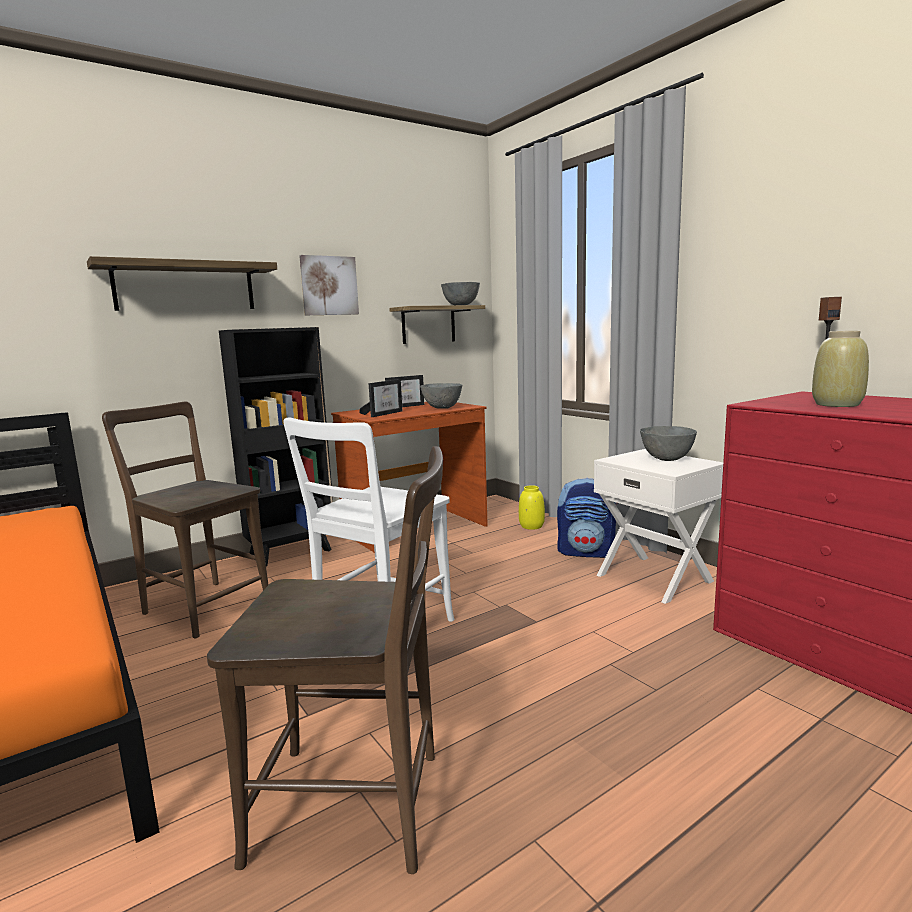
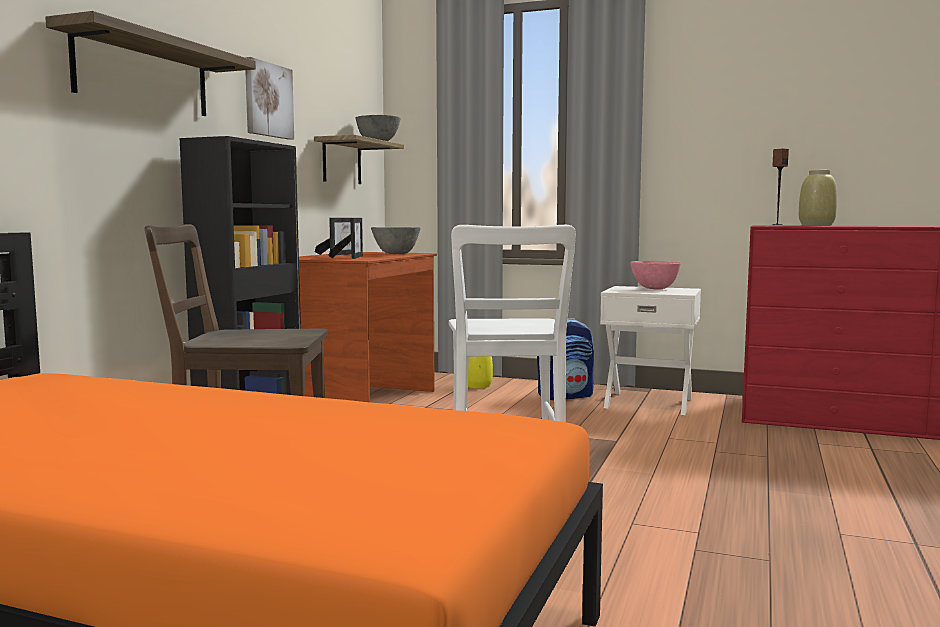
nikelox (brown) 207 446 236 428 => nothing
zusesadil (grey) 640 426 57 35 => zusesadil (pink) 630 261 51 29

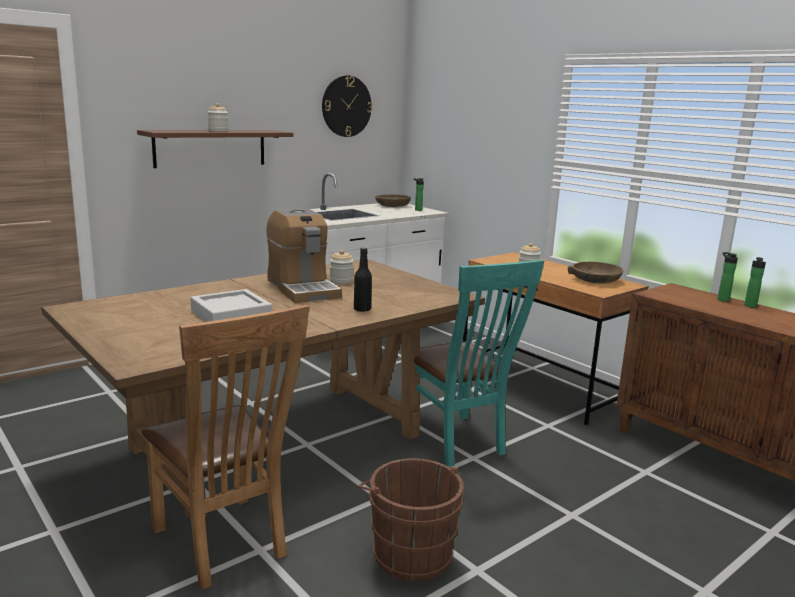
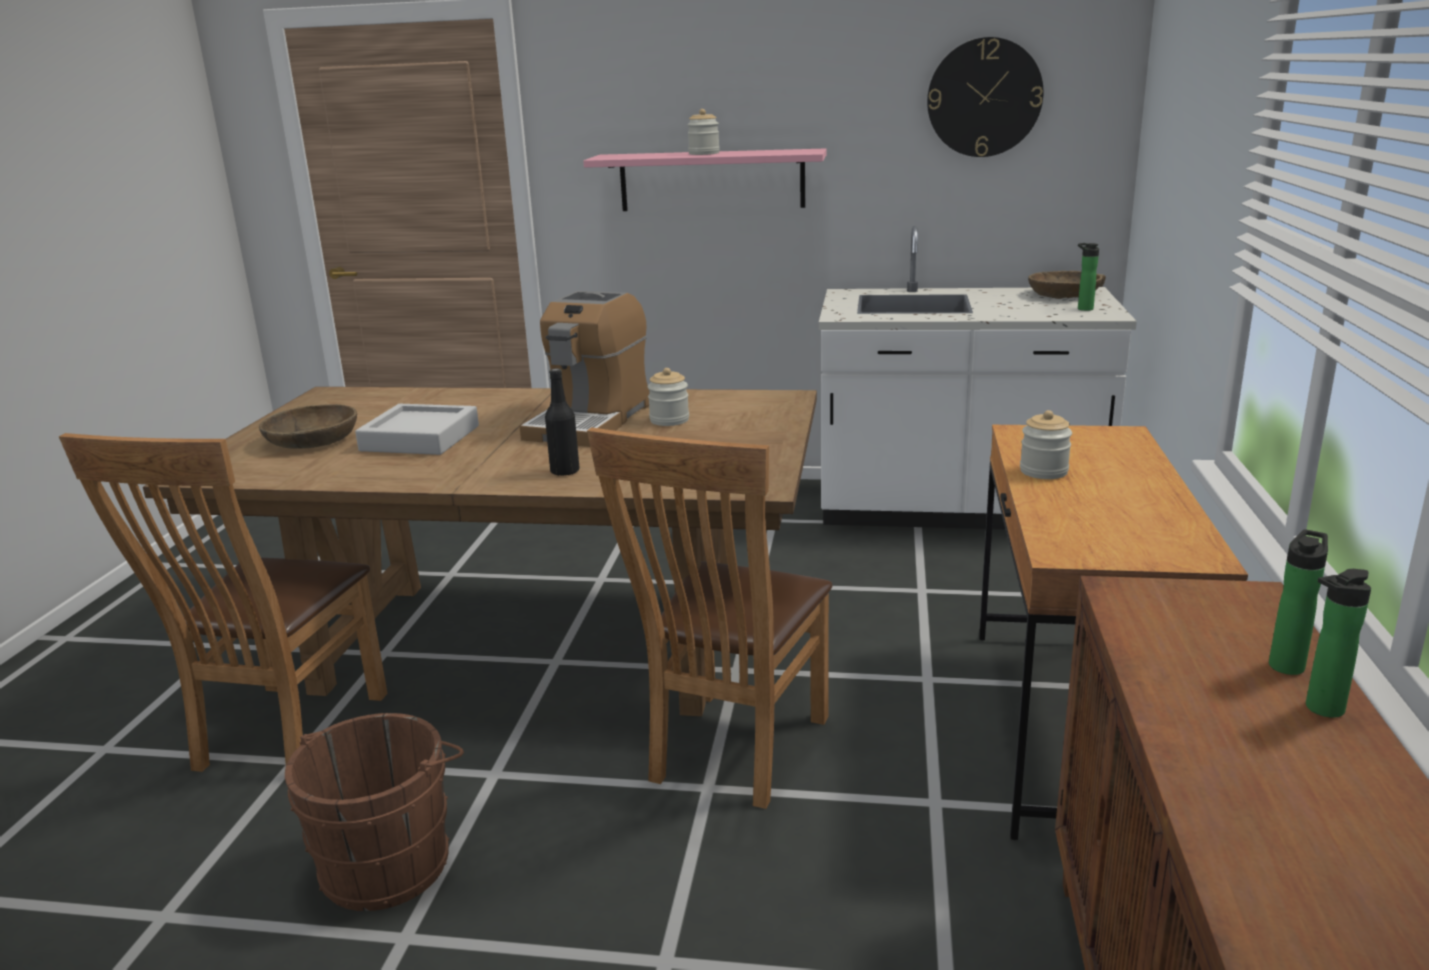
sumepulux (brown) 137 130 157 38 => sumepulux (pink) 583 148 243 63
nikelox (turquoise) 414 260 130 207 => nikelox (brown) 587 427 245 382
zusesadil (brown) 568 262 55 22 => zusesadil (brown) 259 404 98 45, moved

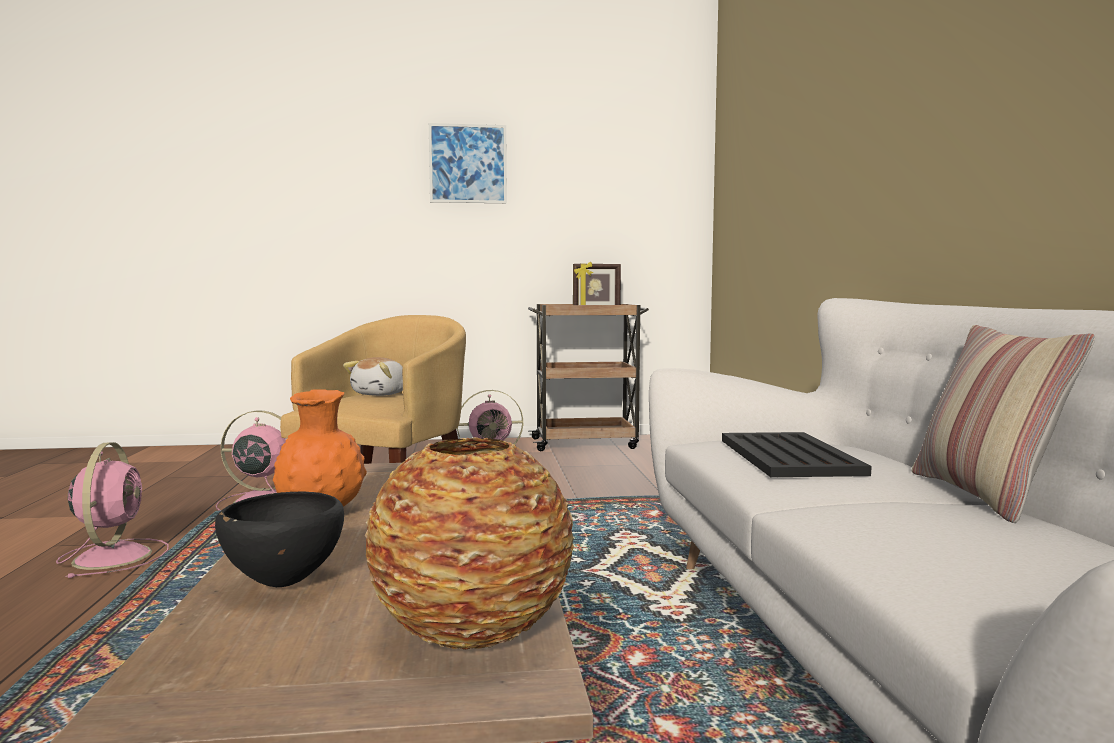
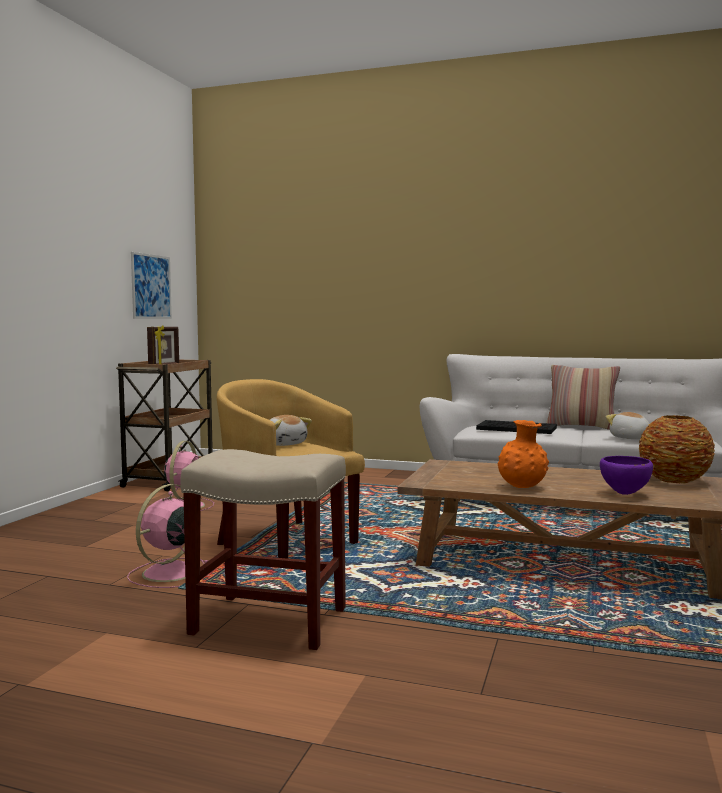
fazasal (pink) 56 442 112 136 => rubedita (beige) 181 449 165 201
zusesadil (black) 215 491 129 96 => zusesadil (purple) 600 456 53 39
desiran 429 123 78 80 => desiran 131 252 41 67, moved
nothing => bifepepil 606 412 44 27

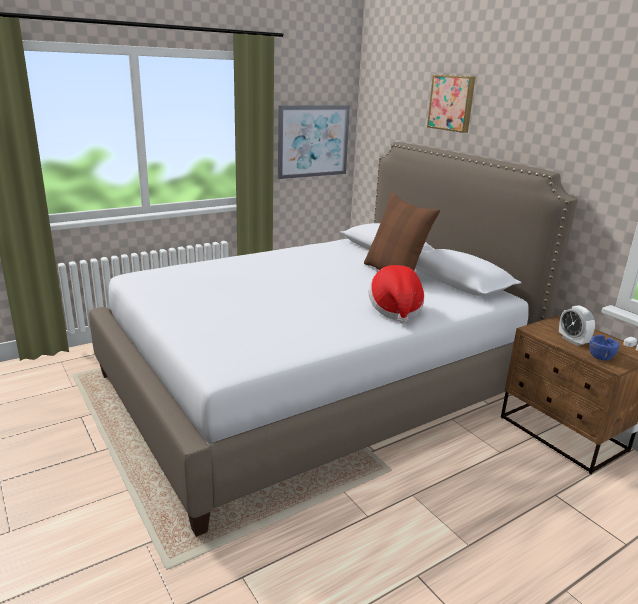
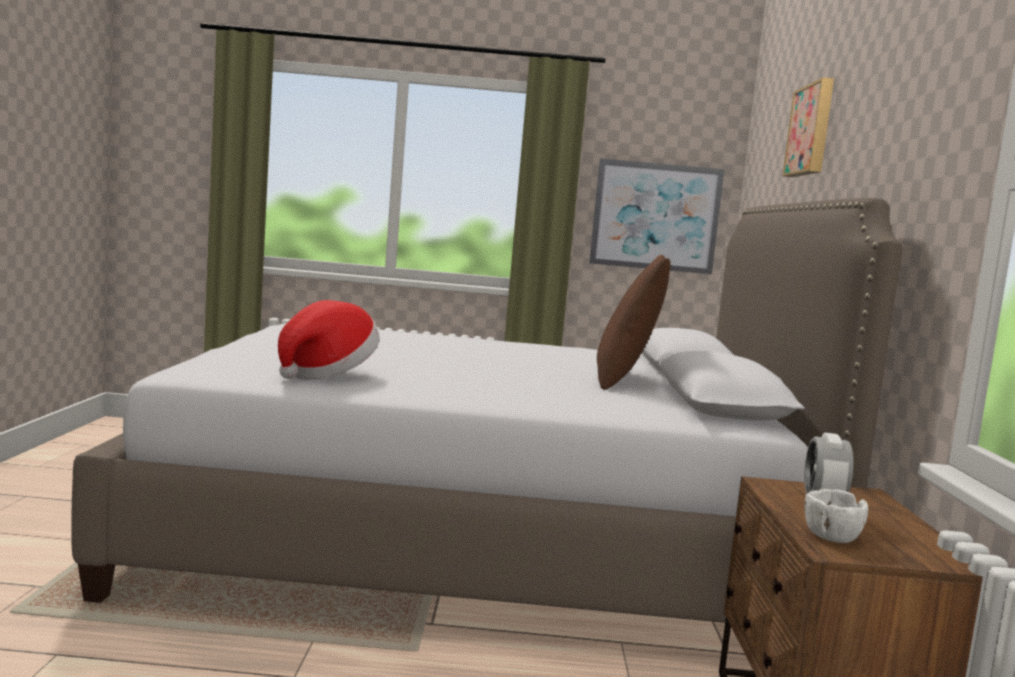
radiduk 369 265 55 59 => radiduk 278 300 102 79, moved
zusesadil (blue) 589 335 30 25 => zusesadil (white) 804 489 64 54

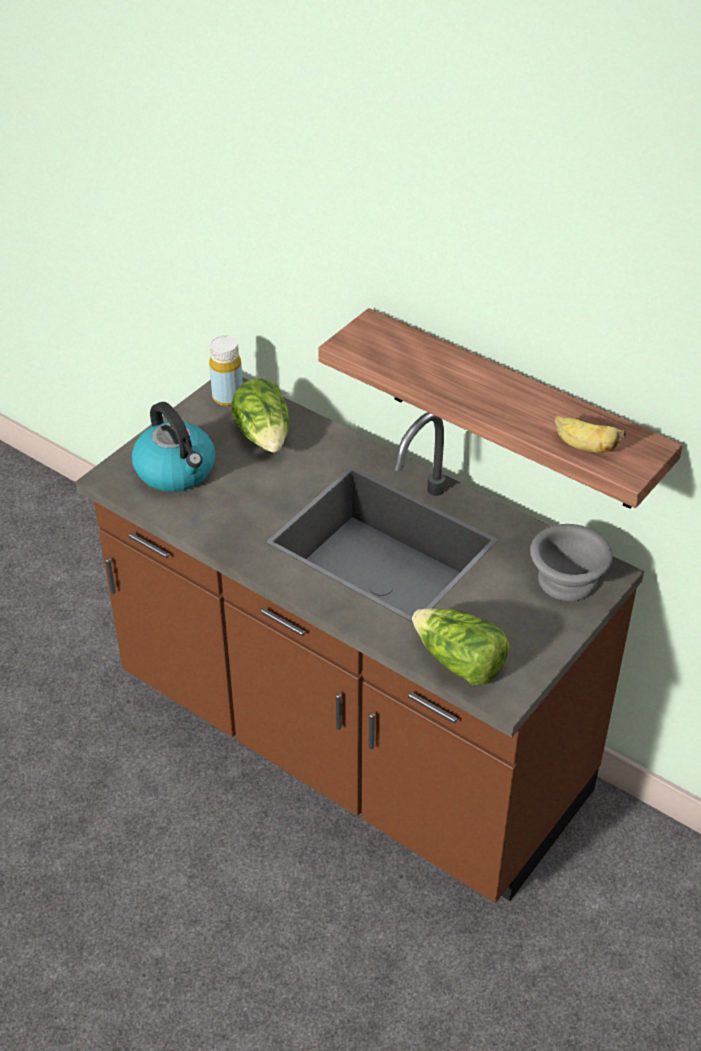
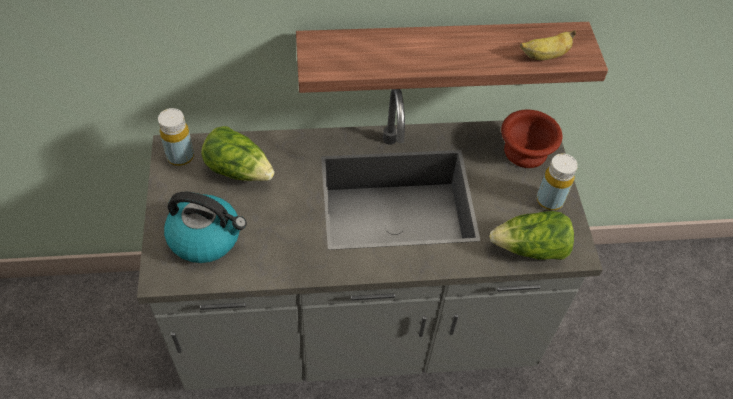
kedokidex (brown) 76 377 568 526 => kedokidex (grey) 137 89 466 301
zusesadil (grey) 531 524 82 77 => zusesadil (brown) 501 110 62 58
nothing => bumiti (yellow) 537 154 41 56

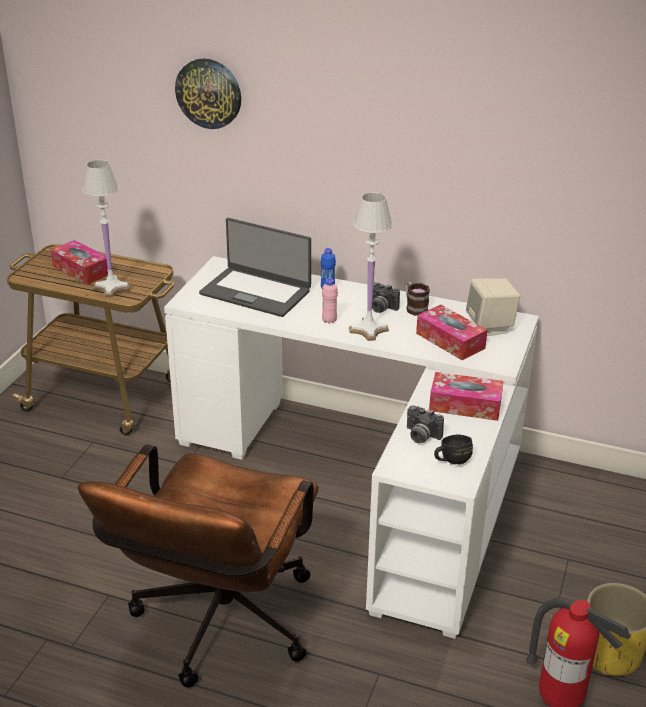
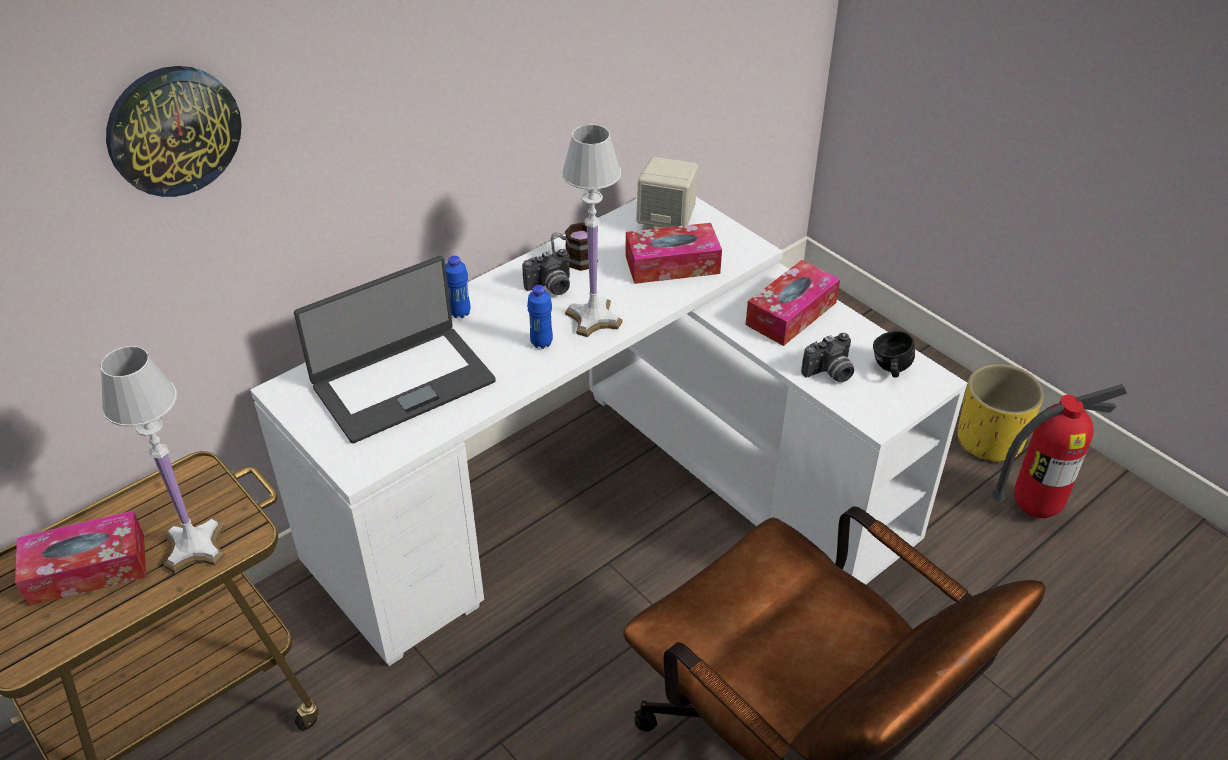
bumiti (pink) 322 278 16 46 => bumiti (blue) 527 285 26 64

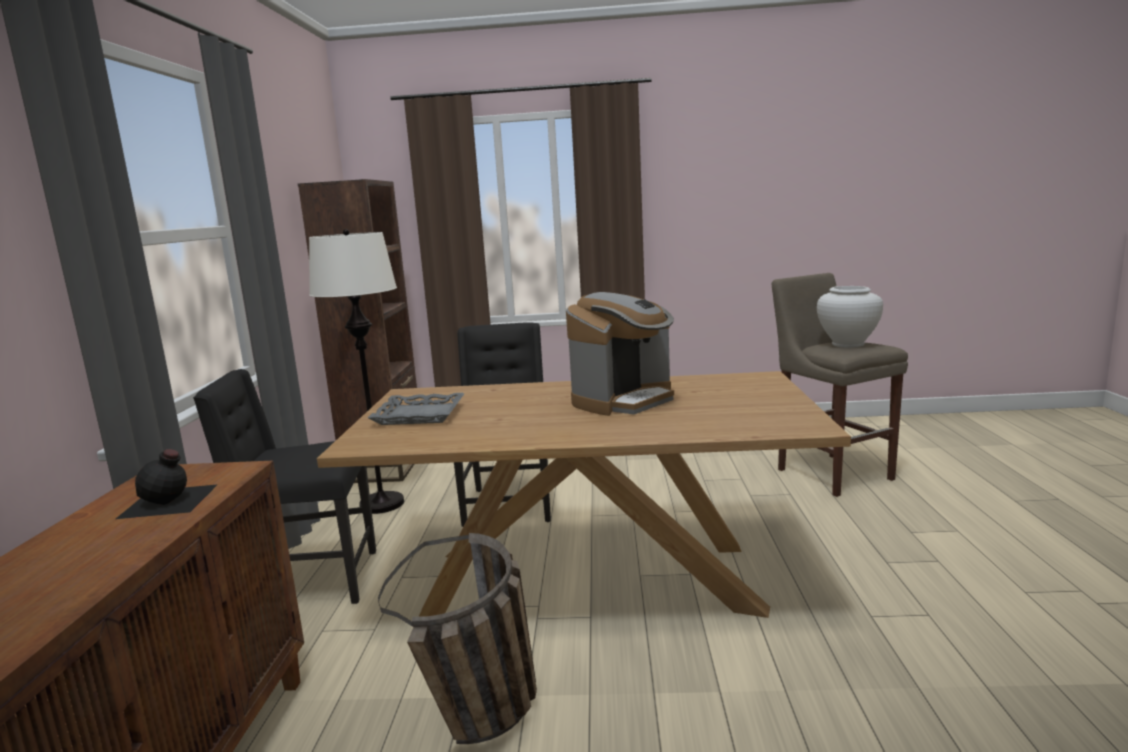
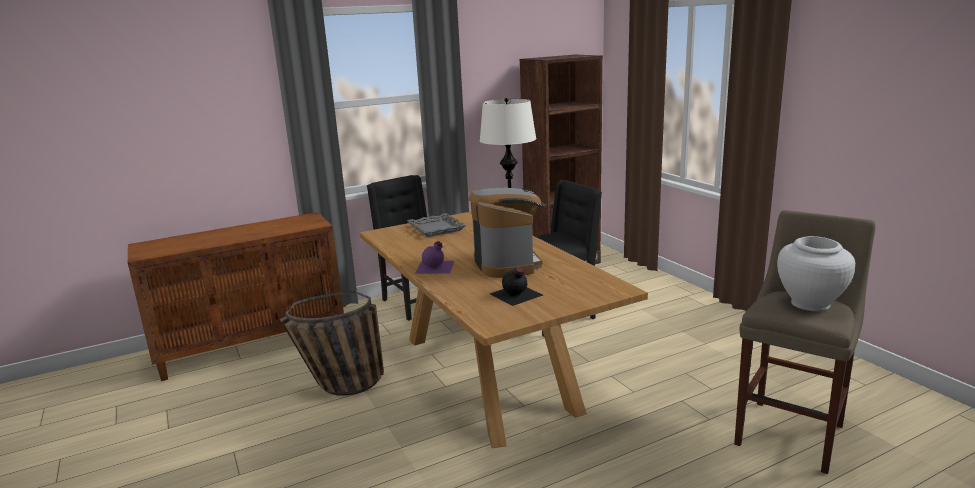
bumiti (black) 116 449 102 70 => bumiti (black) 490 267 53 39, moved
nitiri 566 292 108 124 => nitiri 469 188 77 90, 120 degrees counterclockwise
nothing => bumiti (purple) 415 241 39 33

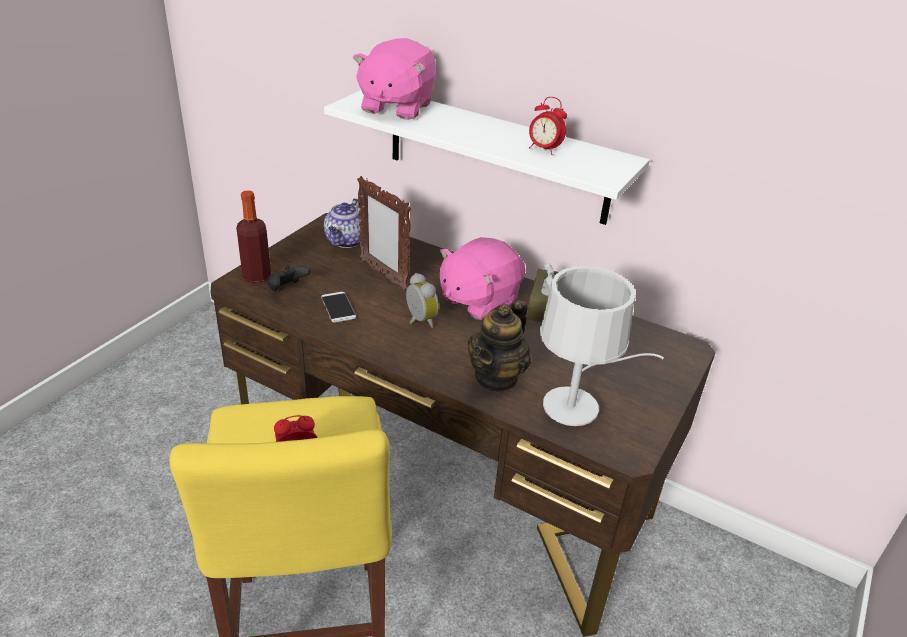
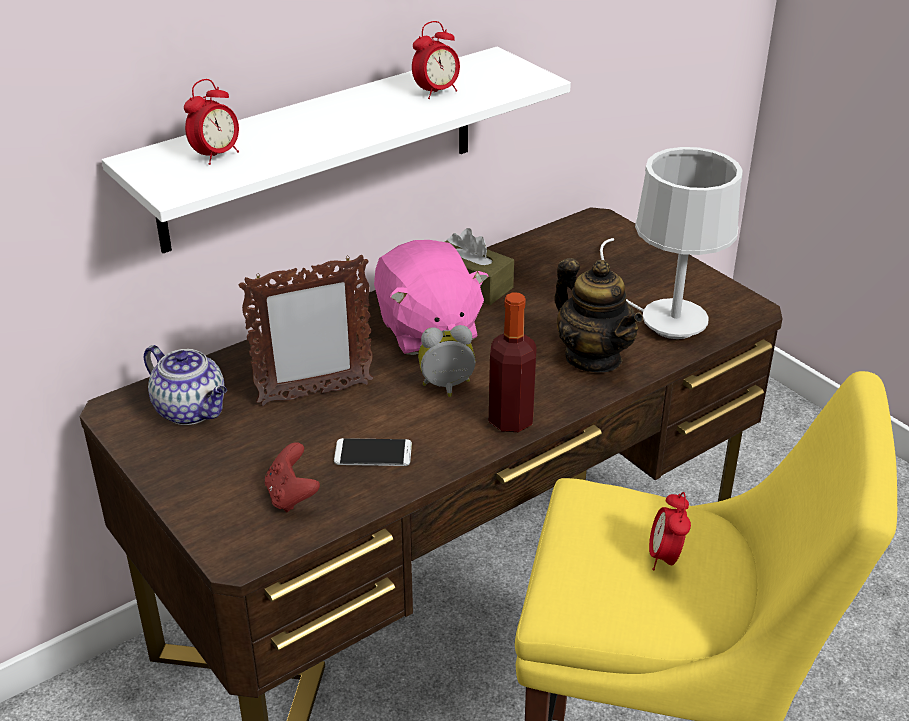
bumiti 236 190 35 93 => bumiti 489 292 48 140, moved
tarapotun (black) 268 266 43 25 => tarapotun (red) 265 442 55 70
bifepepil (pink) 353 38 83 82 => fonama 184 79 55 86

